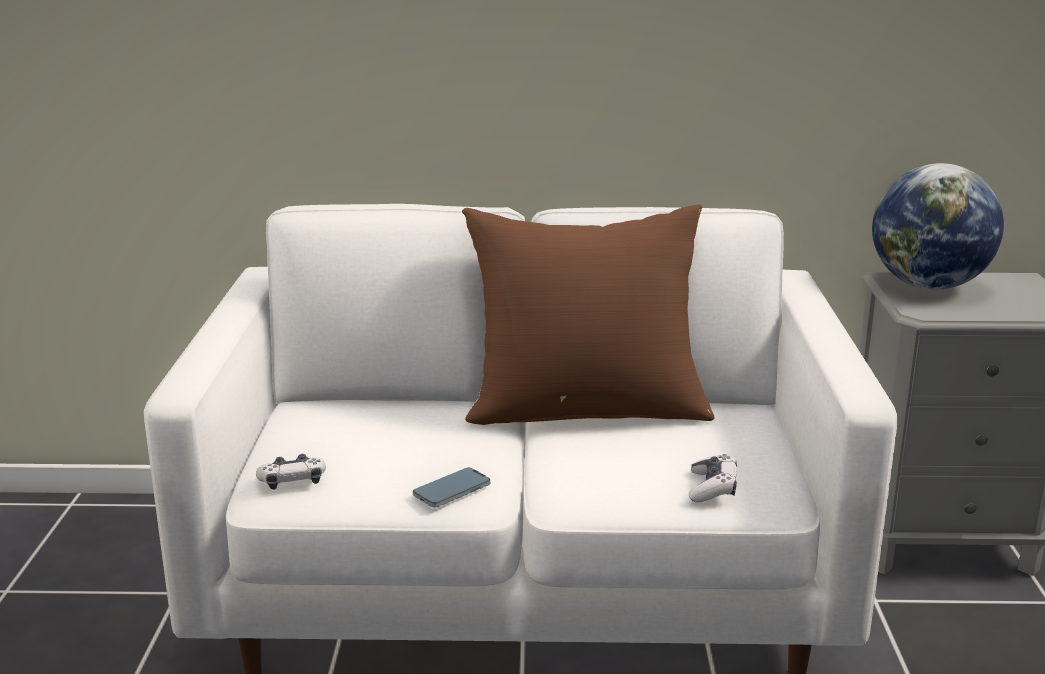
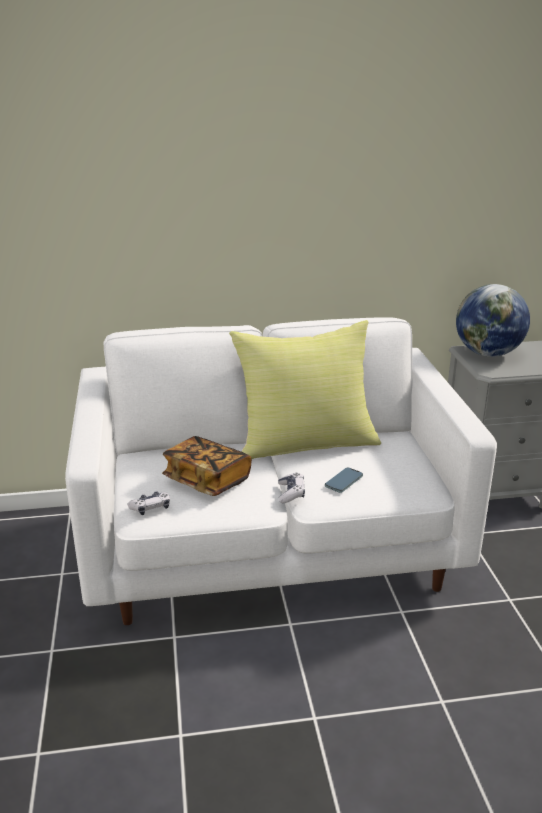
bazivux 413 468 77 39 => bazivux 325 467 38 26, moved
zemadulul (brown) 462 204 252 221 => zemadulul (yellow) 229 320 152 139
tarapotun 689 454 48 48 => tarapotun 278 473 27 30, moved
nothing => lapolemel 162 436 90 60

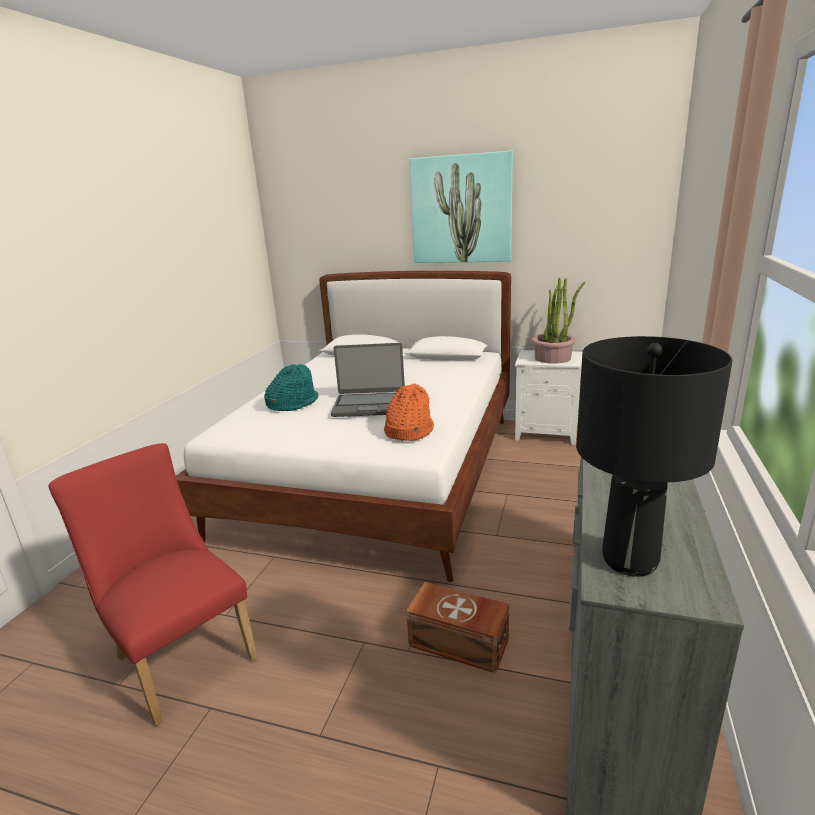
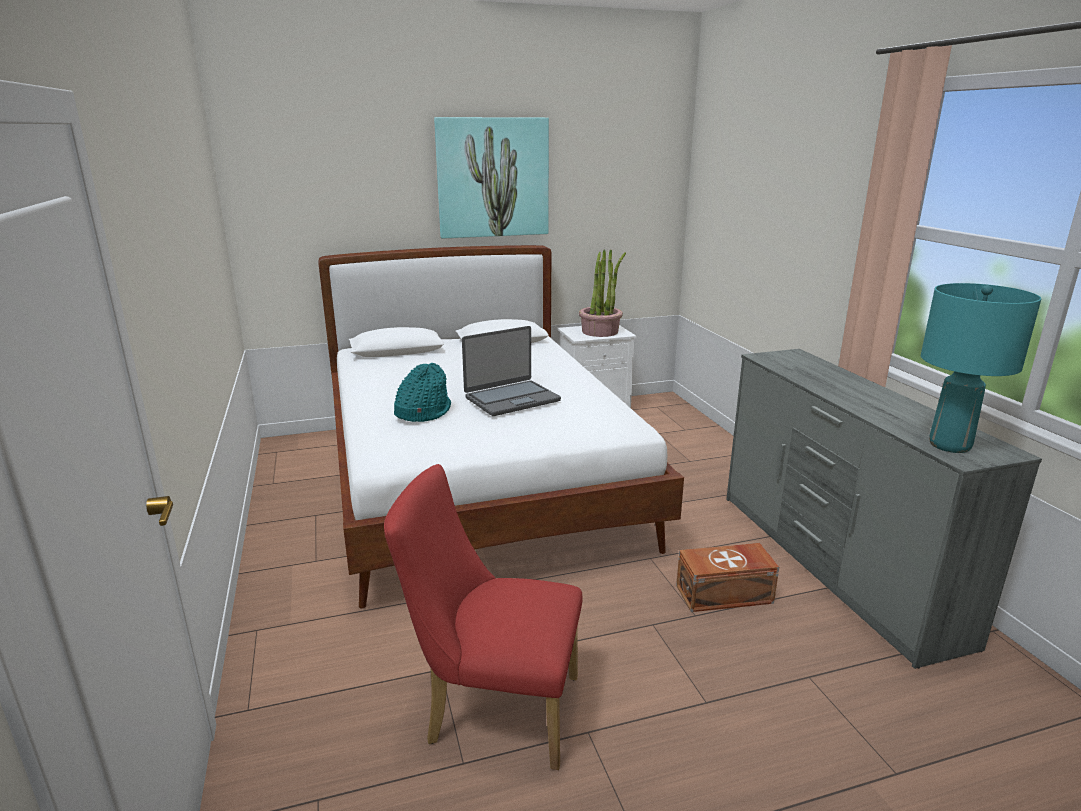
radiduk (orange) 384 383 50 58 => nothing
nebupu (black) 576 336 156 241 => nebupu (turquoise) 921 283 120 170

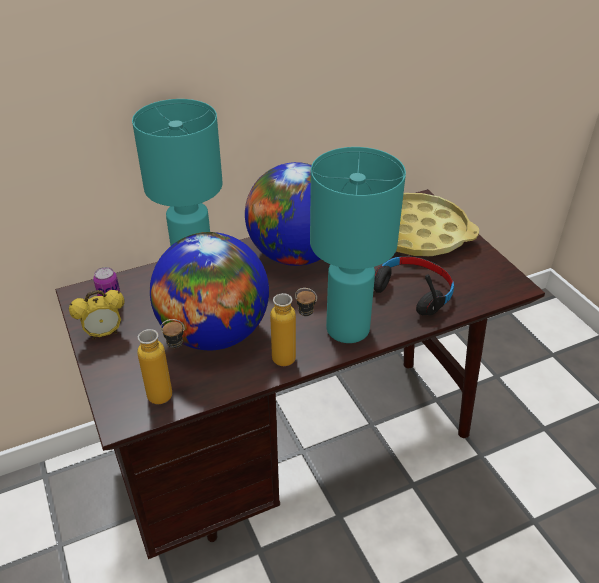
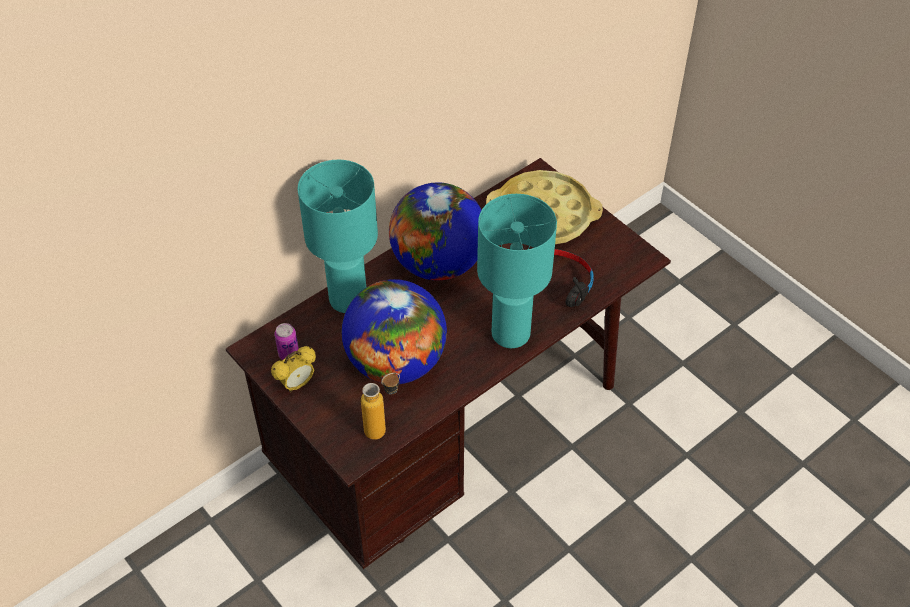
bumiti 270 288 47 78 => nothing

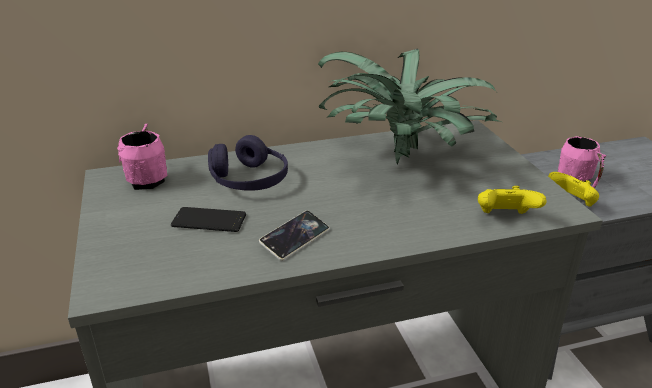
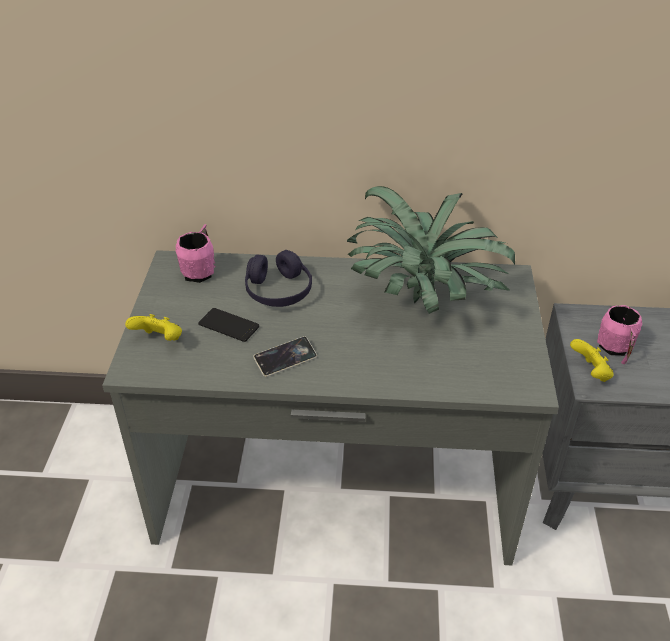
tarapotun (yellow) 478 186 68 28 => tarapotun (yellow) 125 314 57 27, moved

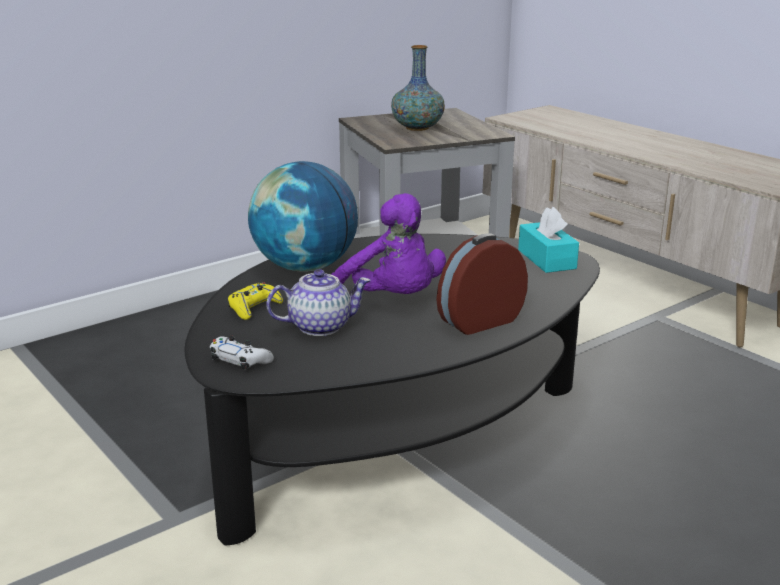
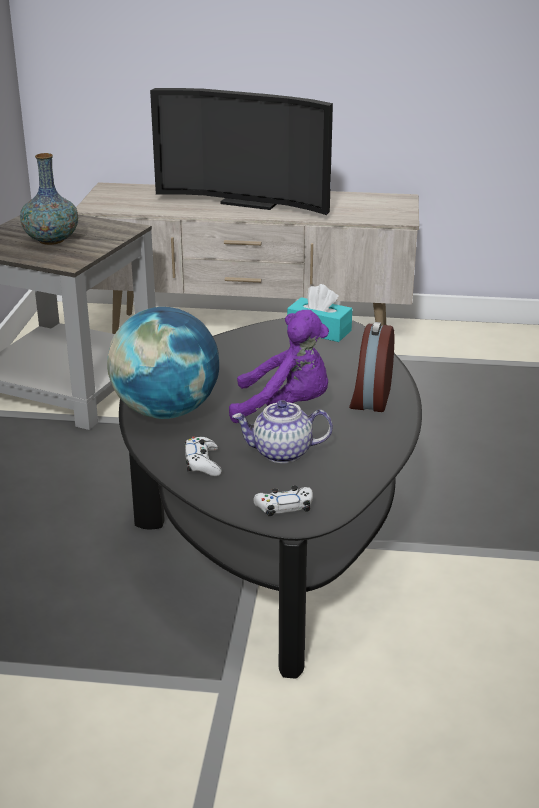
tarapotun (yellow) 228 282 55 38 => tarapotun (white) 184 437 38 39
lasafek 266 269 105 67 => lasafek 232 400 101 63, 120 degrees counterclockwise
nothing => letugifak 150 88 183 127

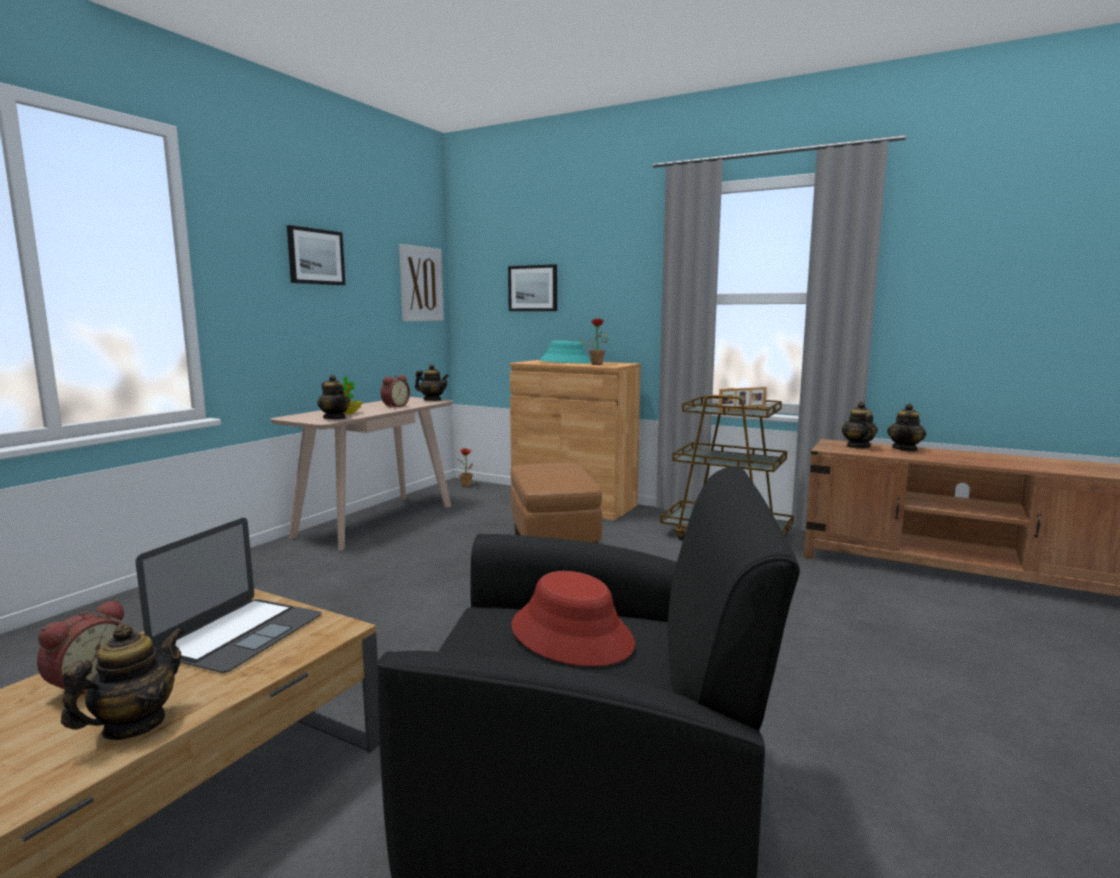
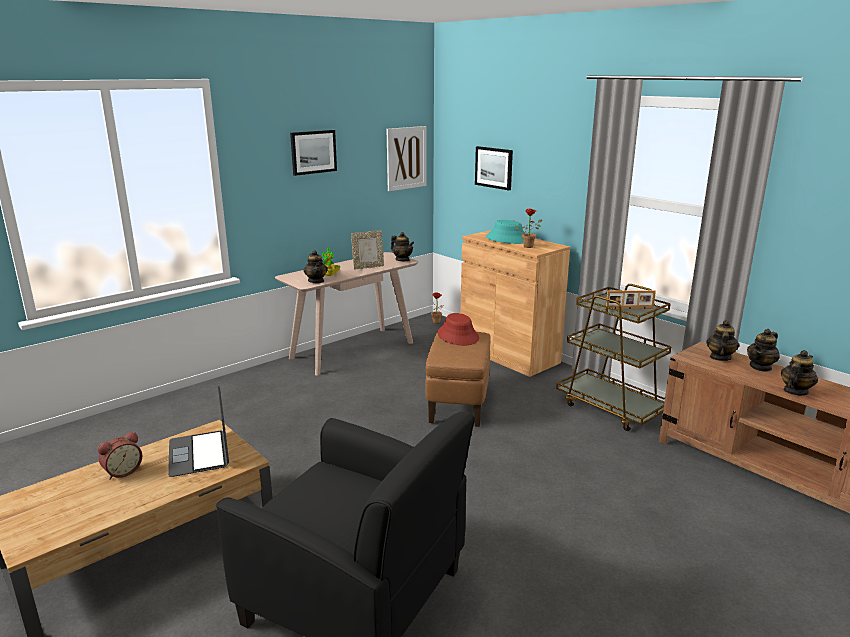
lasafek 61 623 124 117 => lasafek 781 350 37 45, moved
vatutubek 135 518 187 155 => vatutubek 168 386 61 91, 120 degrees clockwise
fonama 381 375 29 33 => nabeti 351 230 33 40
radiduk (red) 511 571 124 95 => radiduk (red) 437 313 42 32, moved

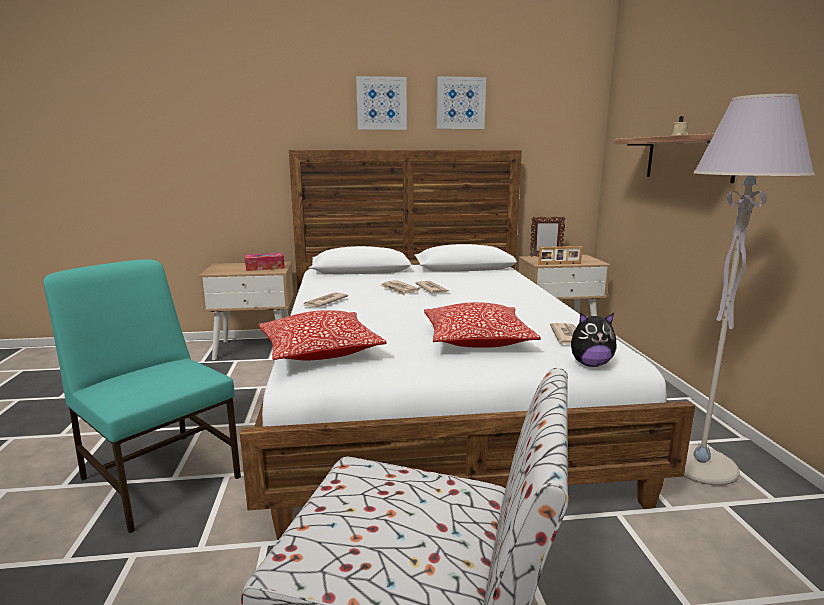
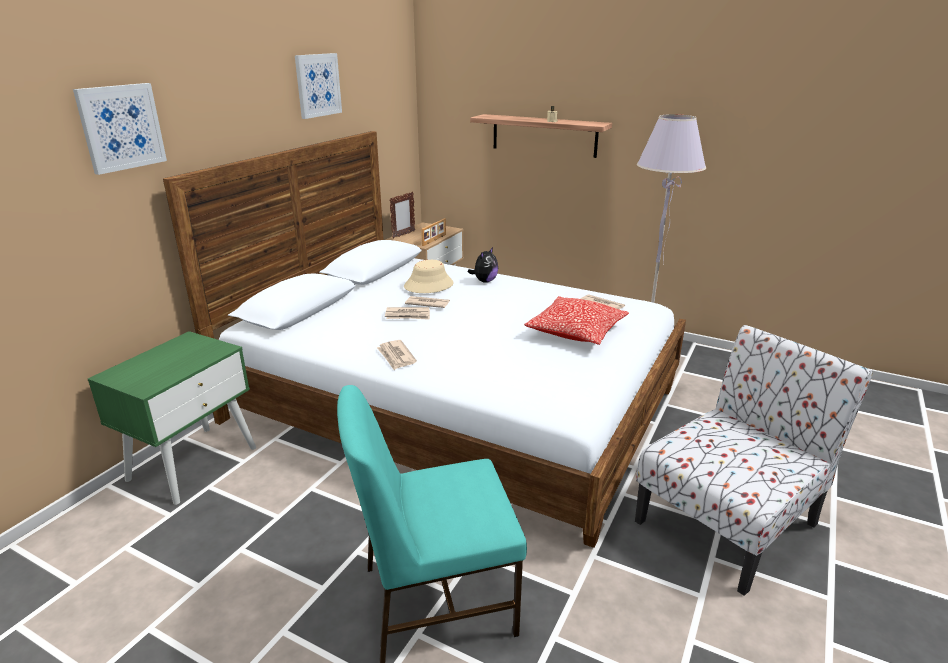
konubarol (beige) 199 262 95 98 => konubarol (green) 88 331 168 174
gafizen 245 253 40 18 => nothing
zemadulul 258 310 129 51 => nothing
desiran 356 76 51 54 => desiran 73 83 94 92, moved
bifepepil 571 313 46 54 => bifepepil 468 247 30 36, moved
nothing => radiduk (beige) 404 260 50 33

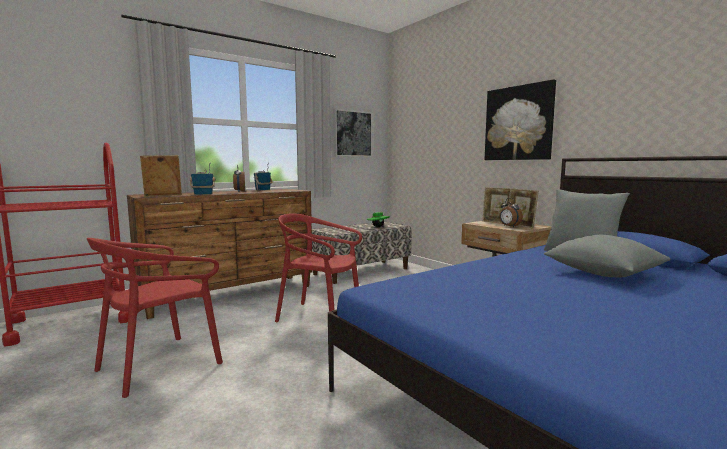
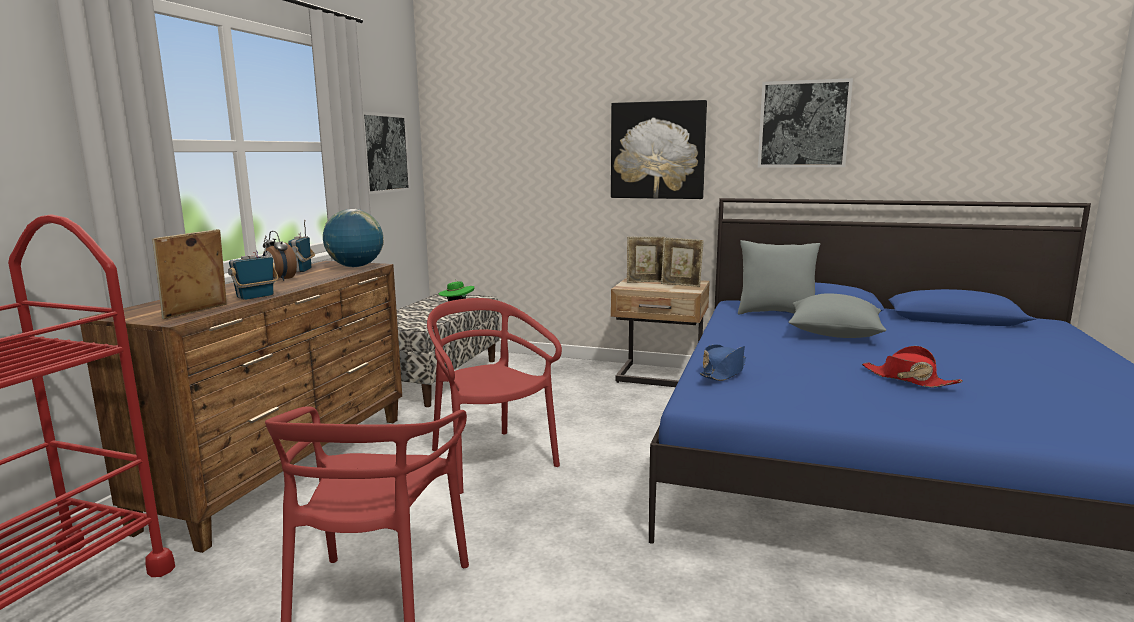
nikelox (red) 275 213 87 110 => nikelox (red) 427 298 135 196, 75 degrees clockwise
fonama 499 198 24 29 => nothing
nothing => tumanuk 323 209 61 58
nothing => radiduk (blue) 700 344 46 37
nothing => desiran 758 78 95 89
nothing => radiduk (red) 862 346 101 42

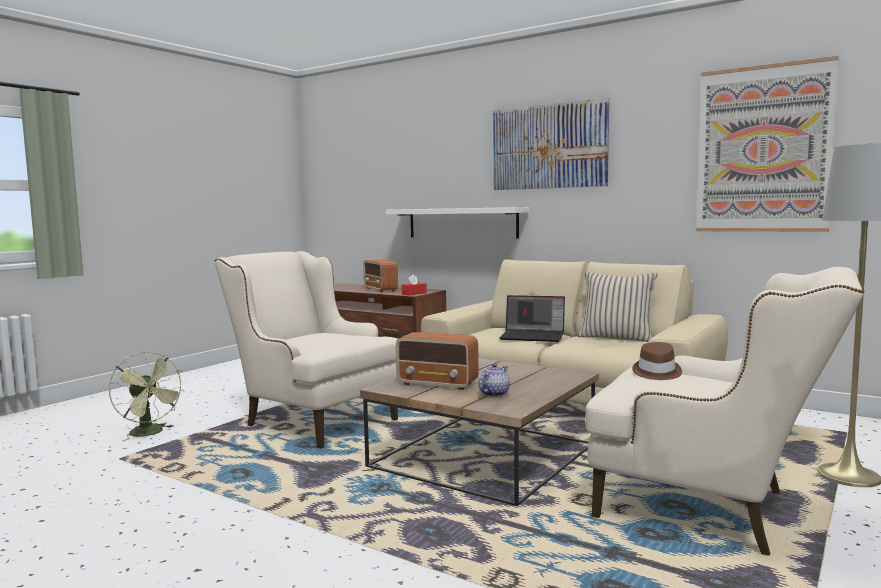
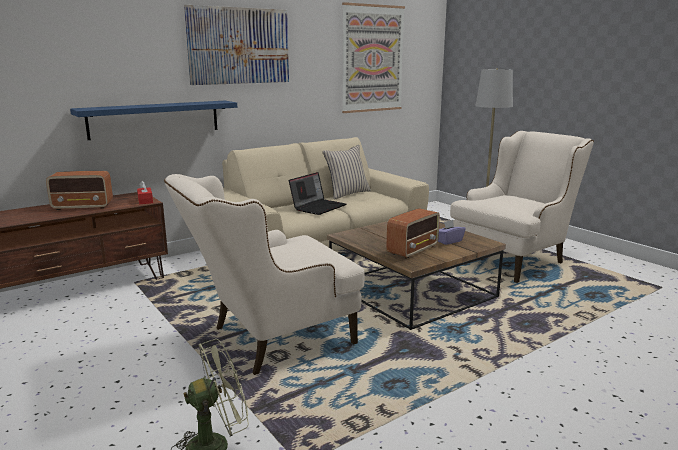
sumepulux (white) 386 207 143 31 => sumepulux (blue) 70 101 167 39
lasafek 478 363 32 34 => gafizen (purple) 438 220 27 25
radiduk (brown) 632 342 50 38 => nothing

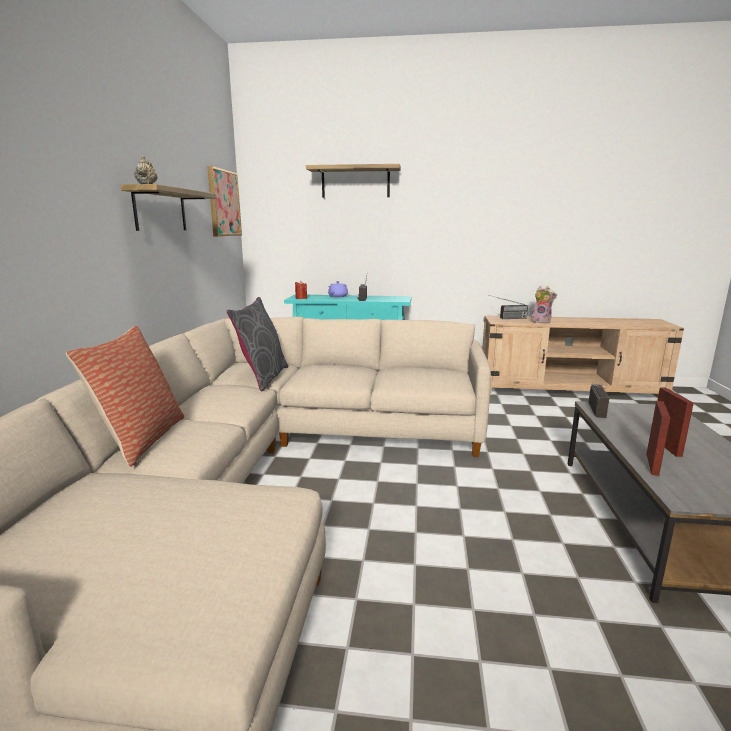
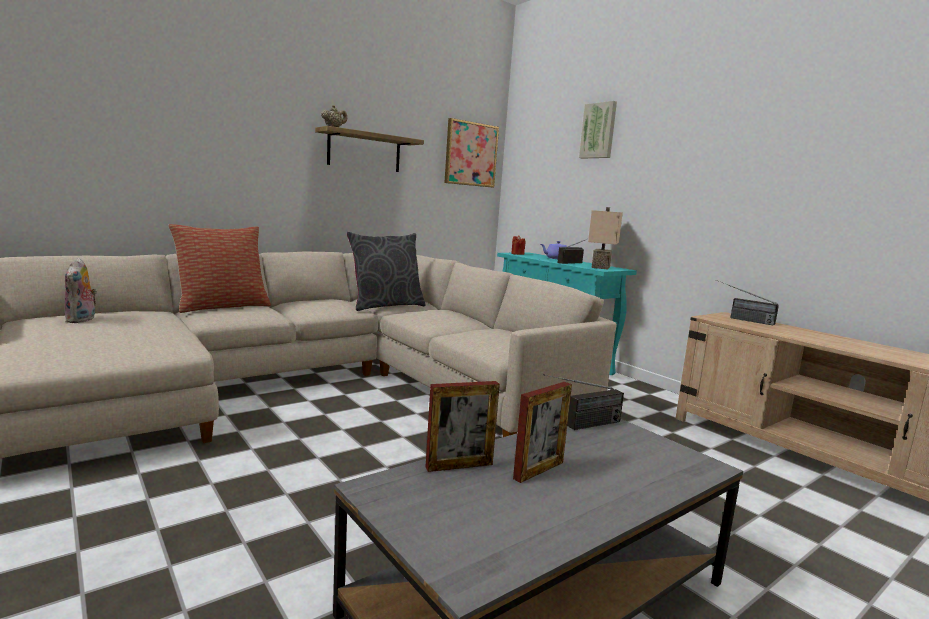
sumepulux 306 164 95 34 => desiran 579 101 38 57
bifepepil 531 285 26 39 => bifepepil 65 258 32 65, moved
nothing => nebupu (beige) 588 207 35 63

